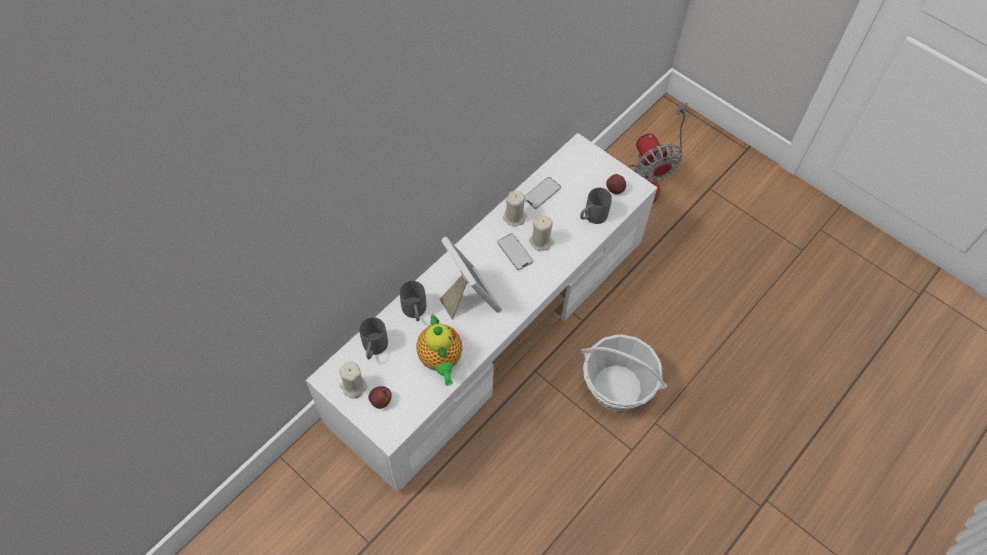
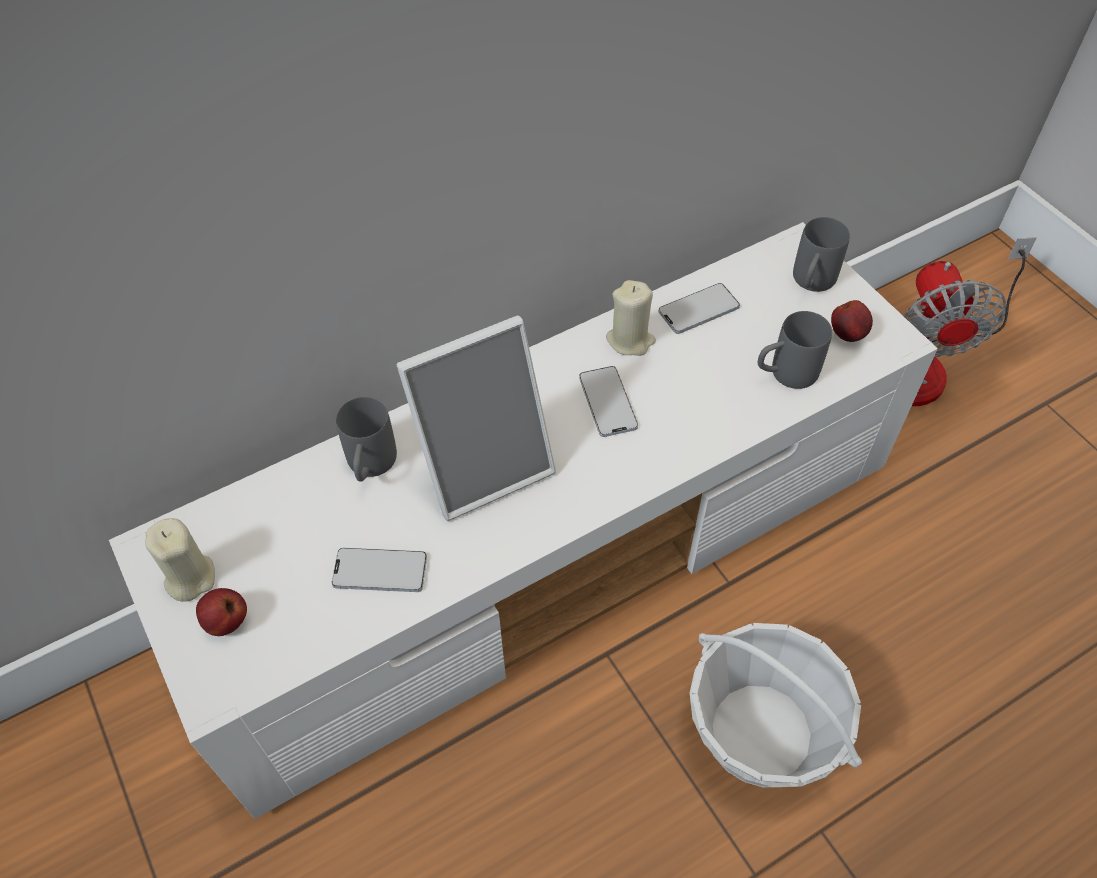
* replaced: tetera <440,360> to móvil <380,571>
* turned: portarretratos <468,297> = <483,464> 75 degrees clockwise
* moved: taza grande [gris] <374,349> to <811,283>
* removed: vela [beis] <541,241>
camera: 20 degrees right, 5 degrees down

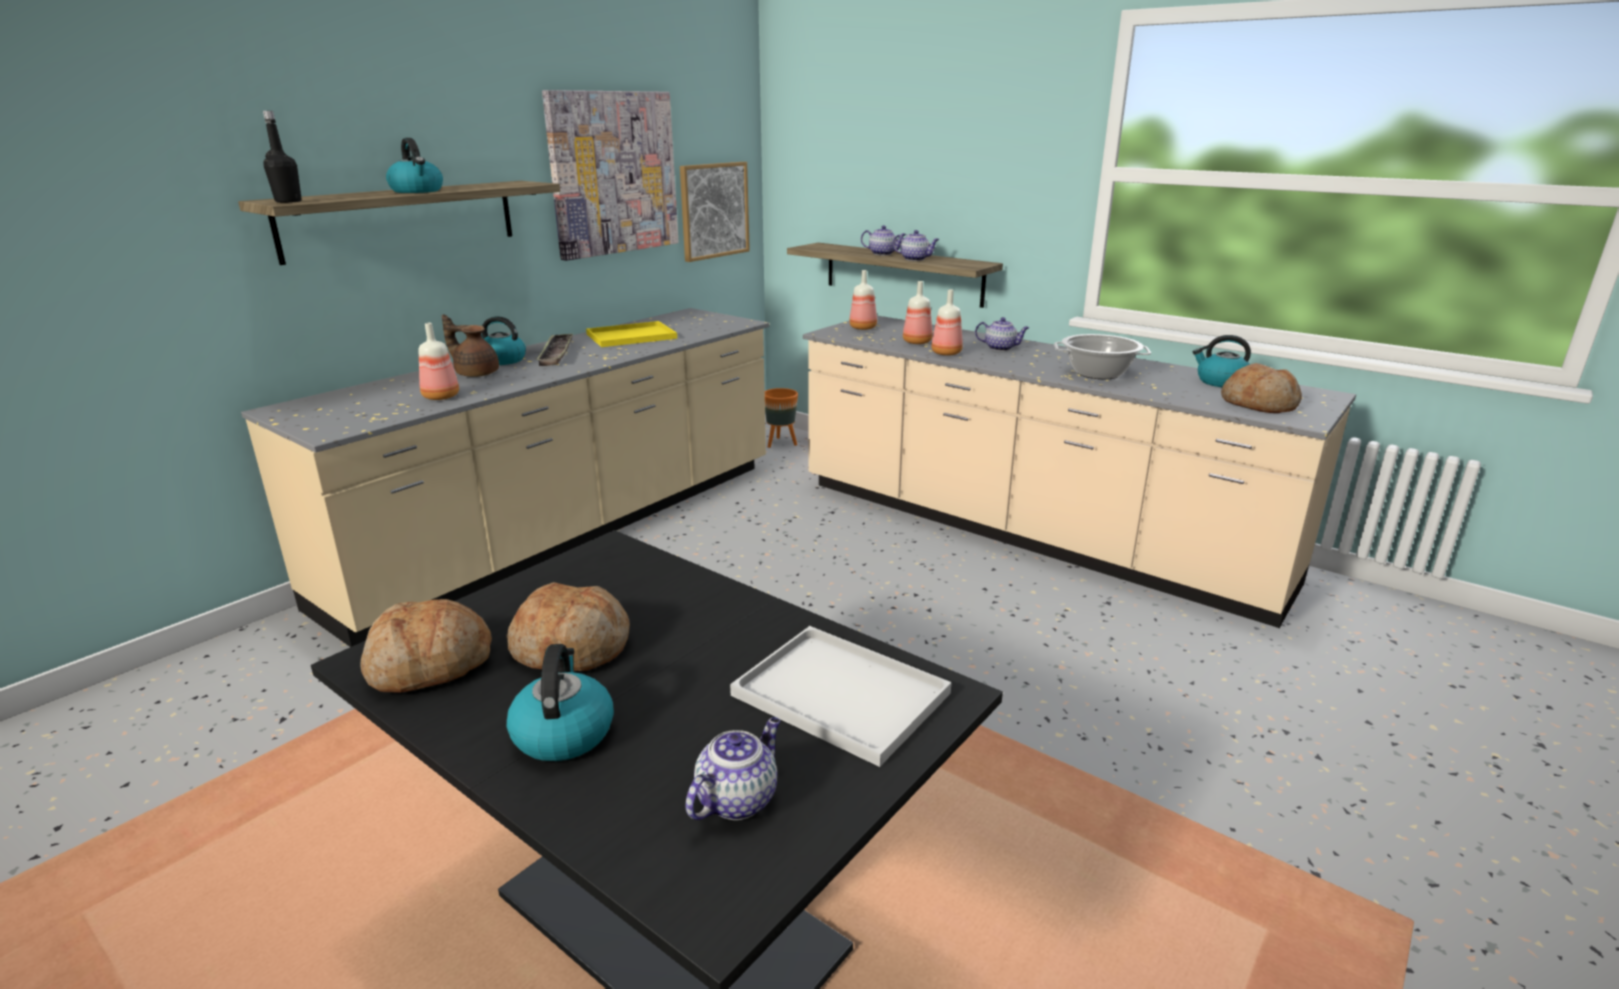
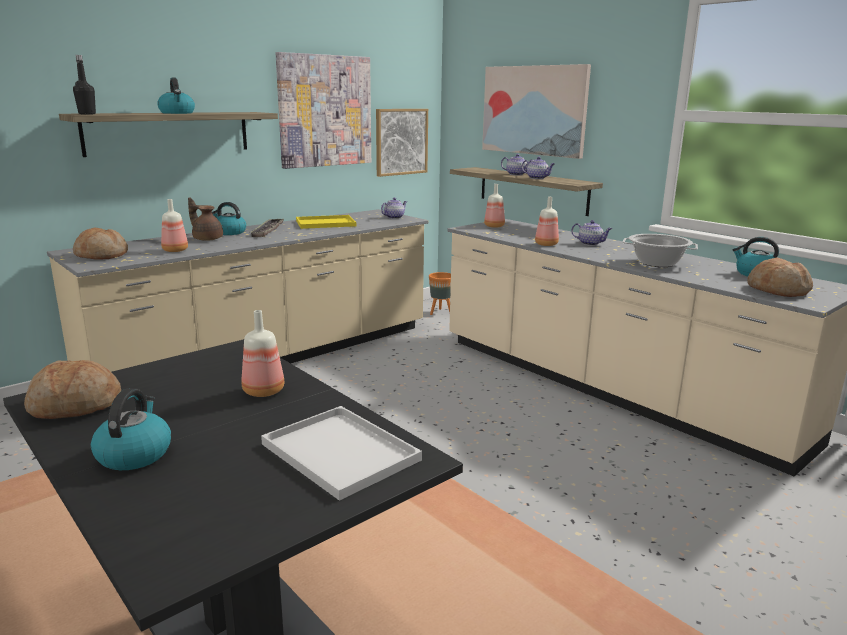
* moved: pan <572,647> to <102,255>
* moved: botella <916,342> to <263,391>
* moved: tetera <737,798> to <394,217>
* added: cuadro <534,110>
camera: 10 degrees right, 5 degrees down

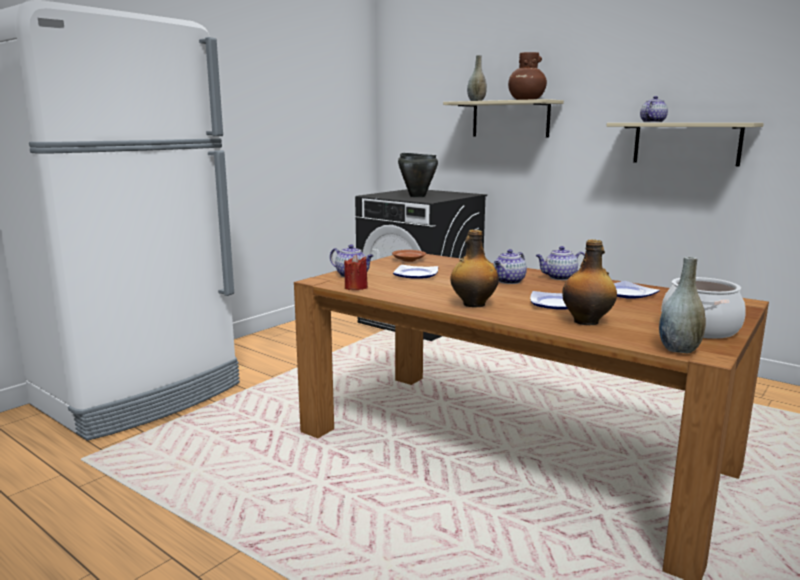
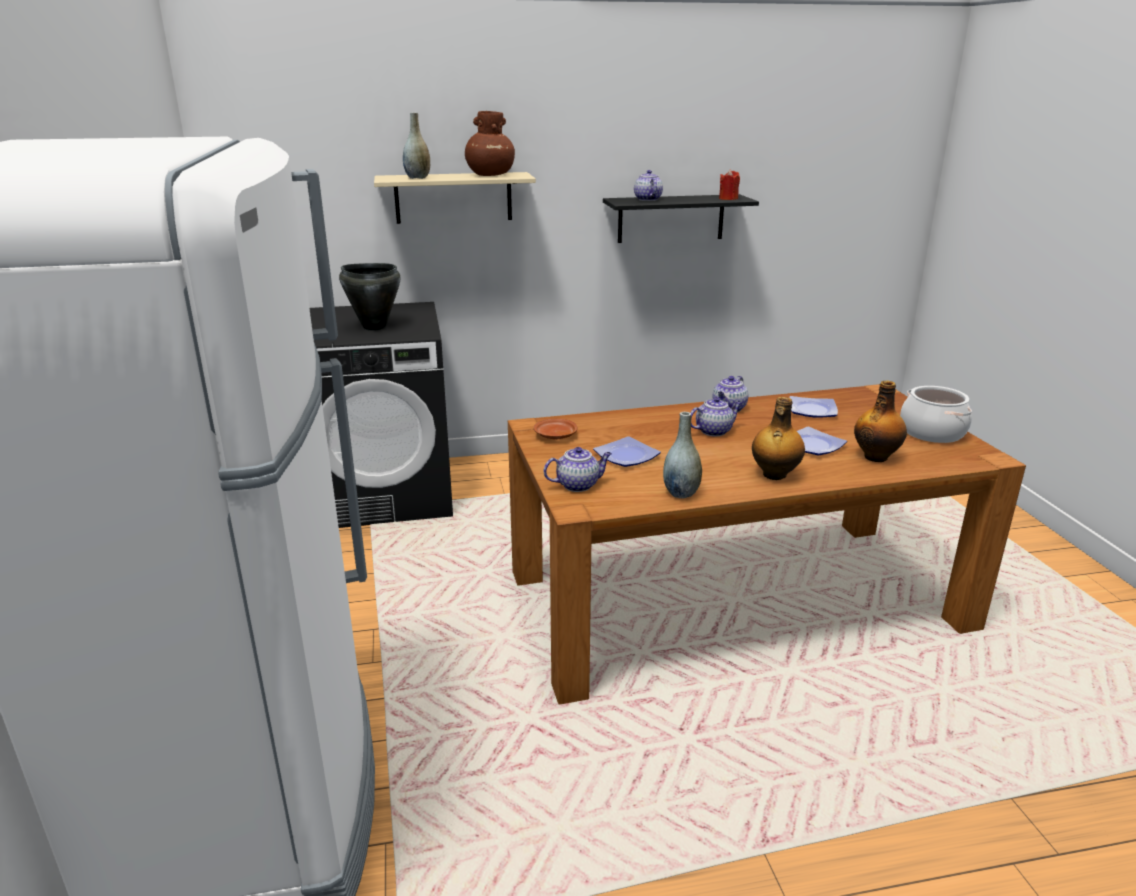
* recoloured: estante [beis] <686,143> to estante [negro] <671,218>
* moved: florero [gris] <679,349> to <681,493>
* turned: tetera <509,281> = <714,431> 105 degrees counterclockwise
* moved: vela [rojo] <356,288> to <728,199>
camera: 50 degrees left, 10 degrees up

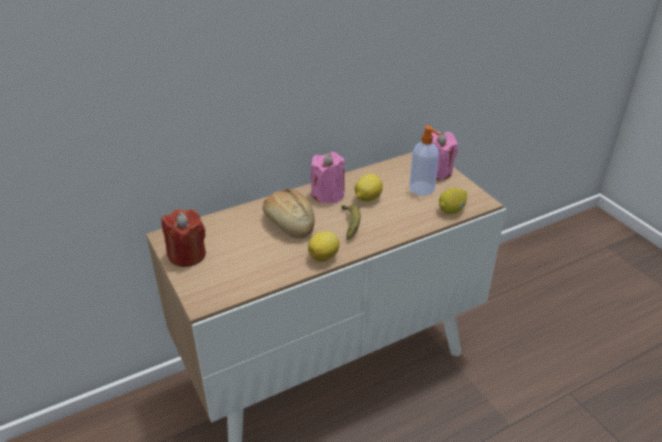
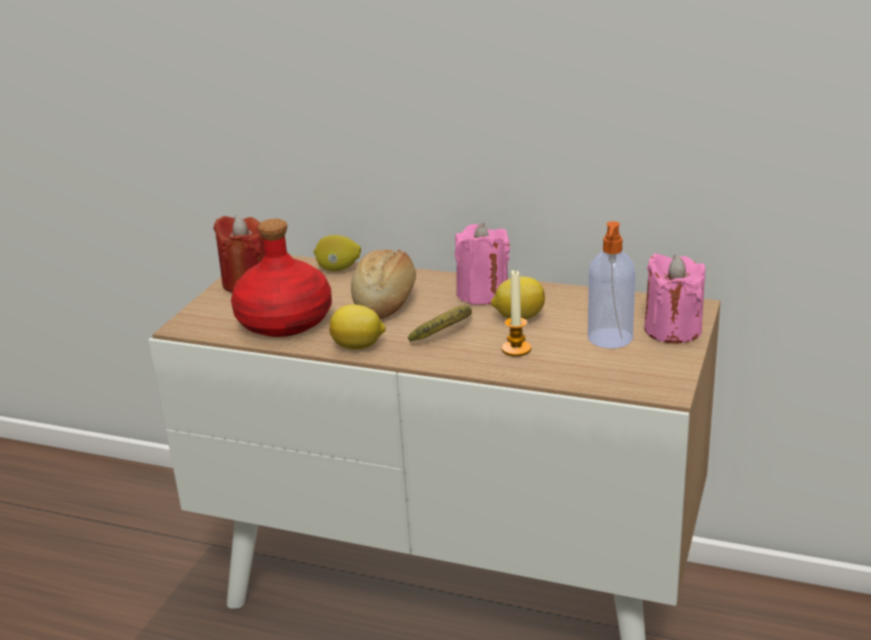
* added: botella [rojo] <284,321>
* moved: limón <452,210> to <338,269>
* added: vela <516,349>
camera: 50 degrees right, 10 degrees down

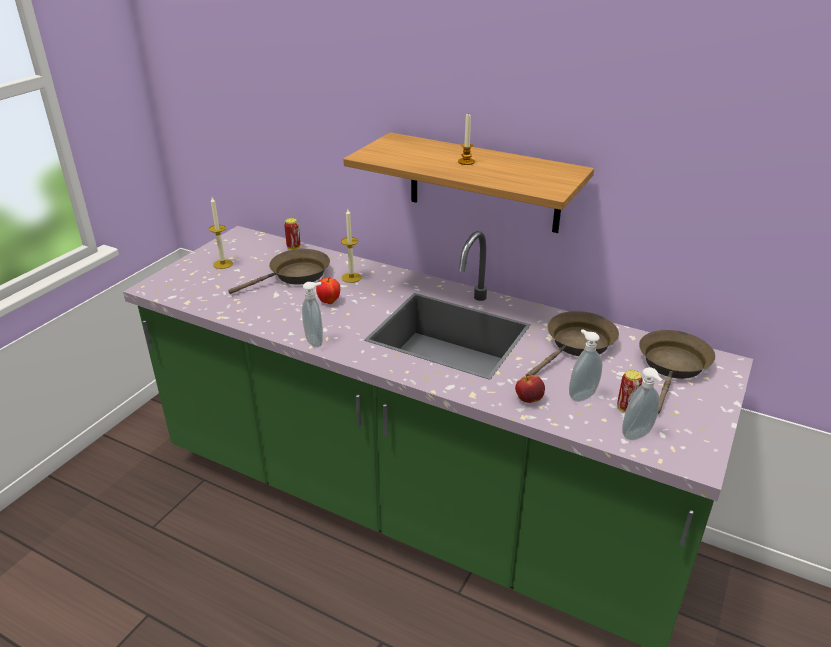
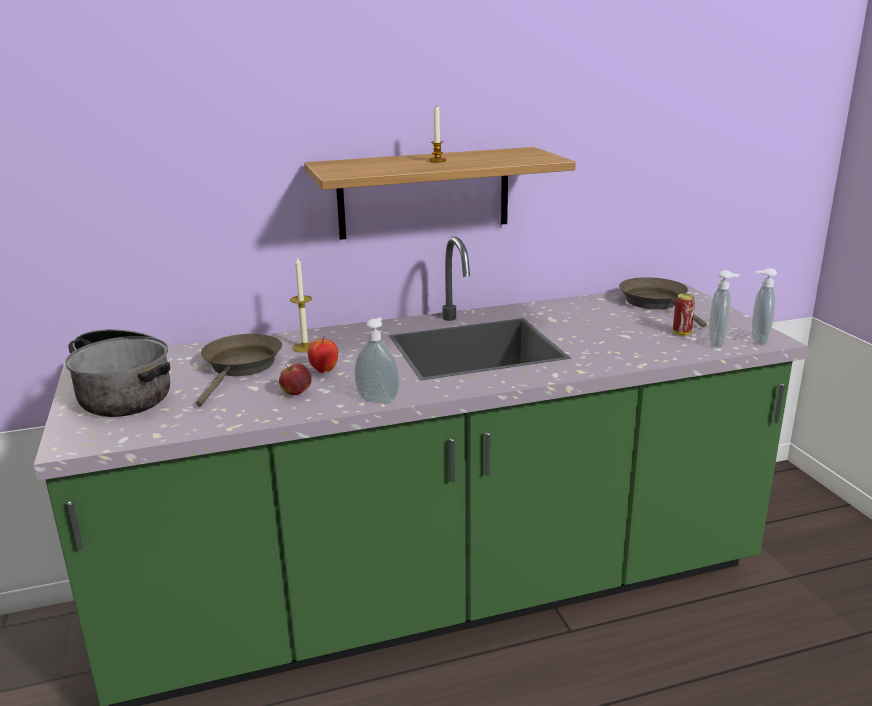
* replaced: vela <223,264> to olla <126,391>
* moved: manzana <529,399> to <296,393>
* moved: dispensador de jabón <581,395> to <757,340>
* removed: lata <293,247>
* removed: sartén [marrón] <577,345>
camera: 45 degrees left, 10 degrees down

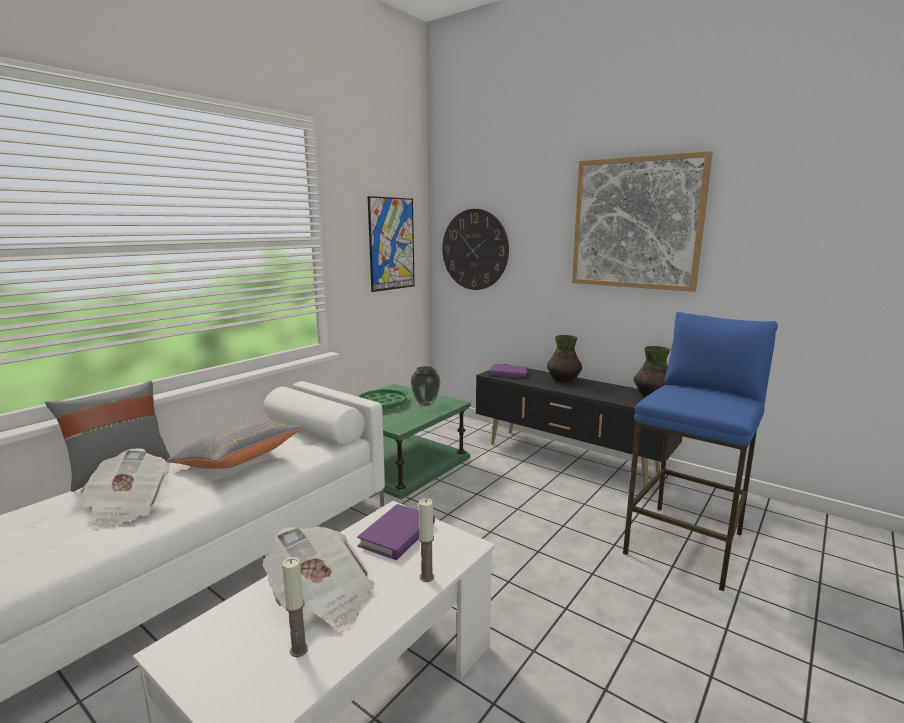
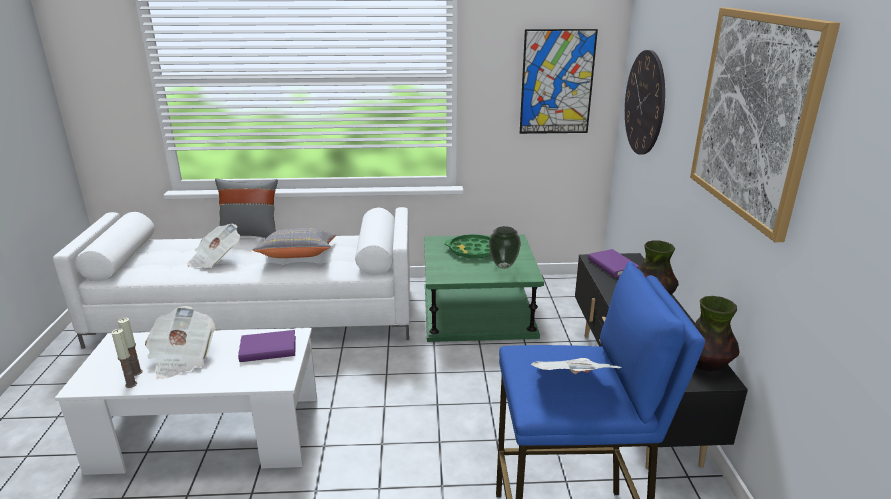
* moved: vela <426,577> to <131,384>
* added: periódico <573,385>
camera: 50 degrees right, 10 degrees up

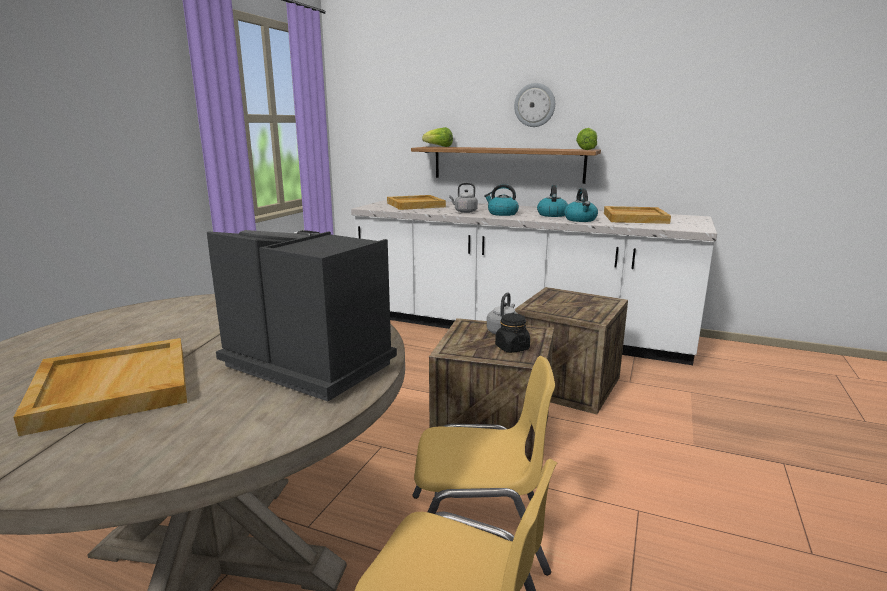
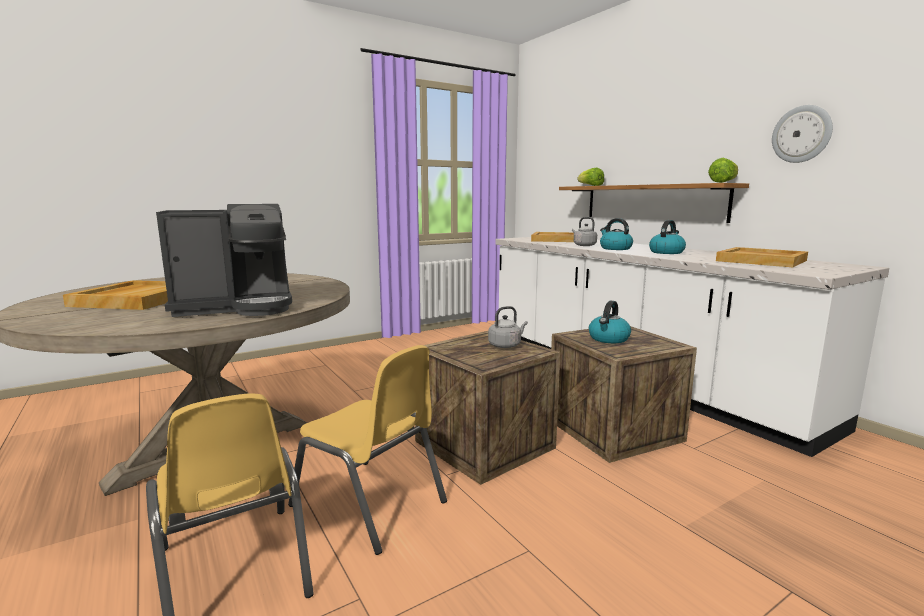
* turned: cafetera <309,363> = <237,307> 90 degrees clockwise
* moved: hervidor <580,220> to <608,339>
* moved: reloj de pared <534,105> to <801,134>
* removed: tarro [negro] <512,348>
camera: 35 degrees right, 5 degrees down

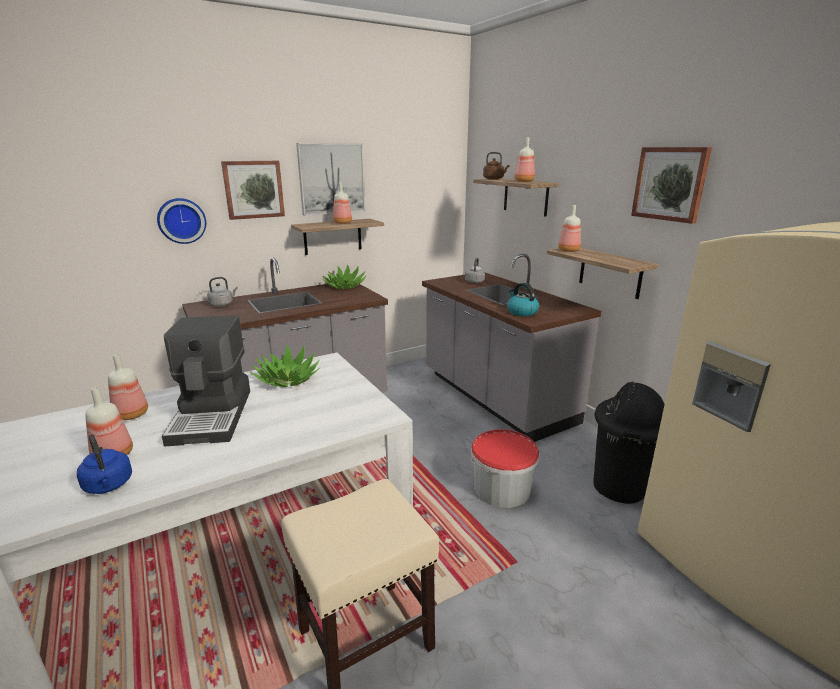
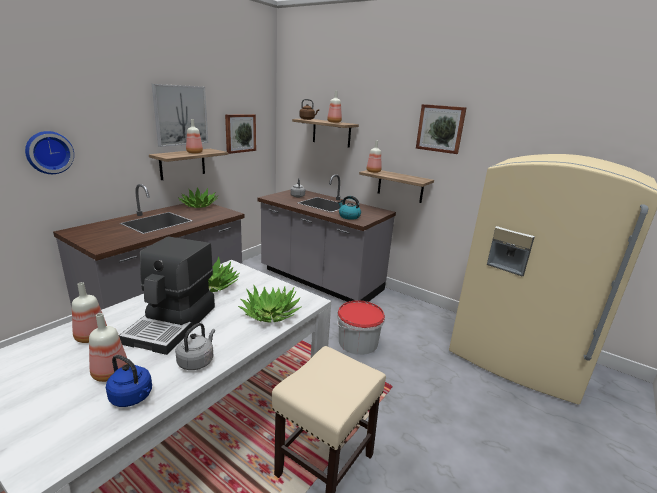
* turned: cafetera <213,415> = <173,324> 45 degrees clockwise
* moved: hervidor [gris] <222,304> to <197,361>
* moved: cuadro <253,189> to <240,133>
* added: planta en maceta <270,314>
* removed: papelera [negro] <618,488>
camera: 25 degrees left, 0 degrees up

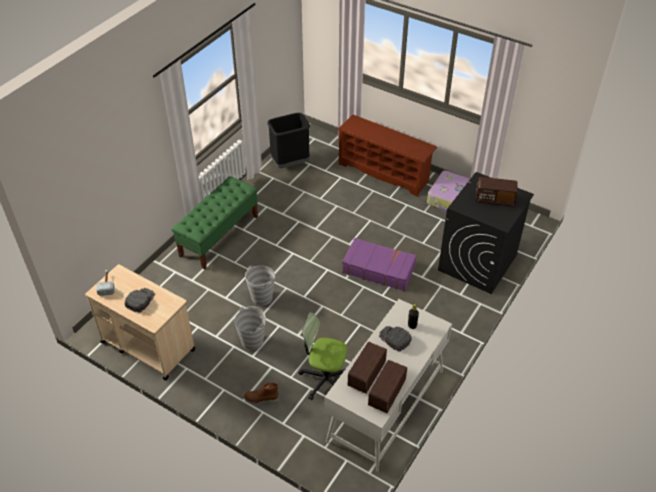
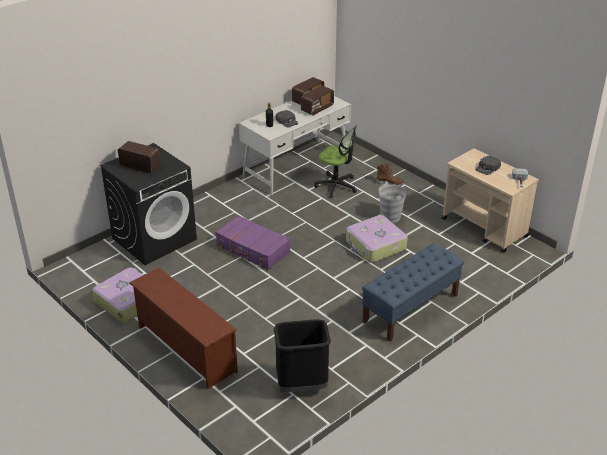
* replaced: cubo [gris] <261,297> to maleta <375,246>
* recoloured: banco [verde] <219,236> to banco [azul] <410,309>
camera: 165 degrees left, 10 degrees down

